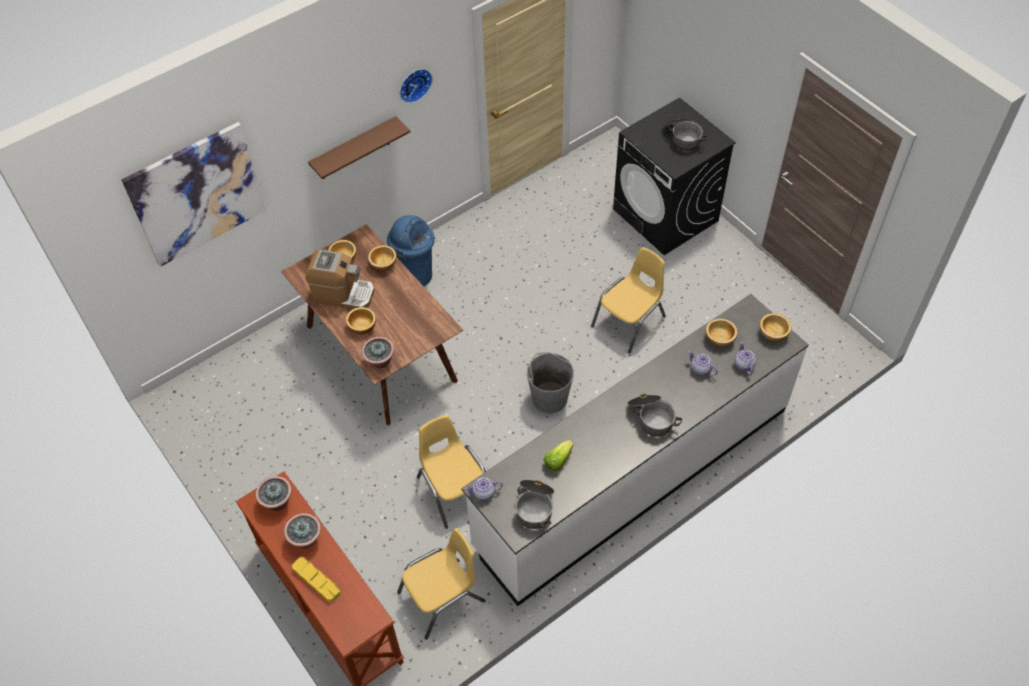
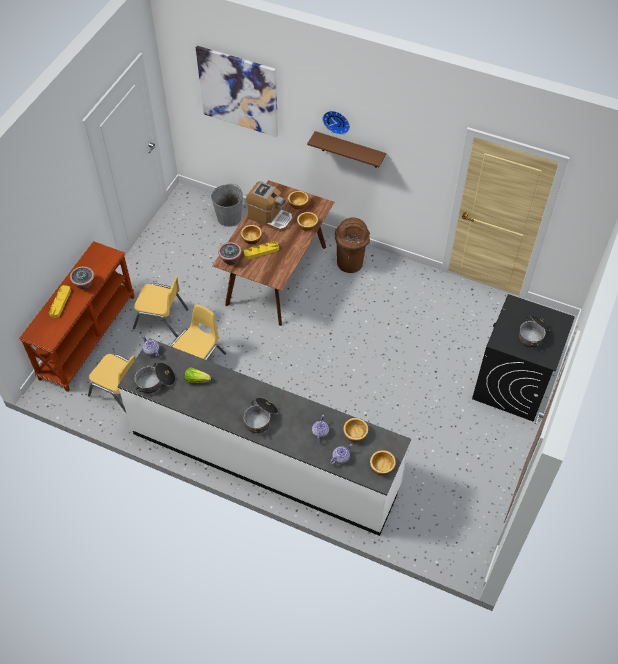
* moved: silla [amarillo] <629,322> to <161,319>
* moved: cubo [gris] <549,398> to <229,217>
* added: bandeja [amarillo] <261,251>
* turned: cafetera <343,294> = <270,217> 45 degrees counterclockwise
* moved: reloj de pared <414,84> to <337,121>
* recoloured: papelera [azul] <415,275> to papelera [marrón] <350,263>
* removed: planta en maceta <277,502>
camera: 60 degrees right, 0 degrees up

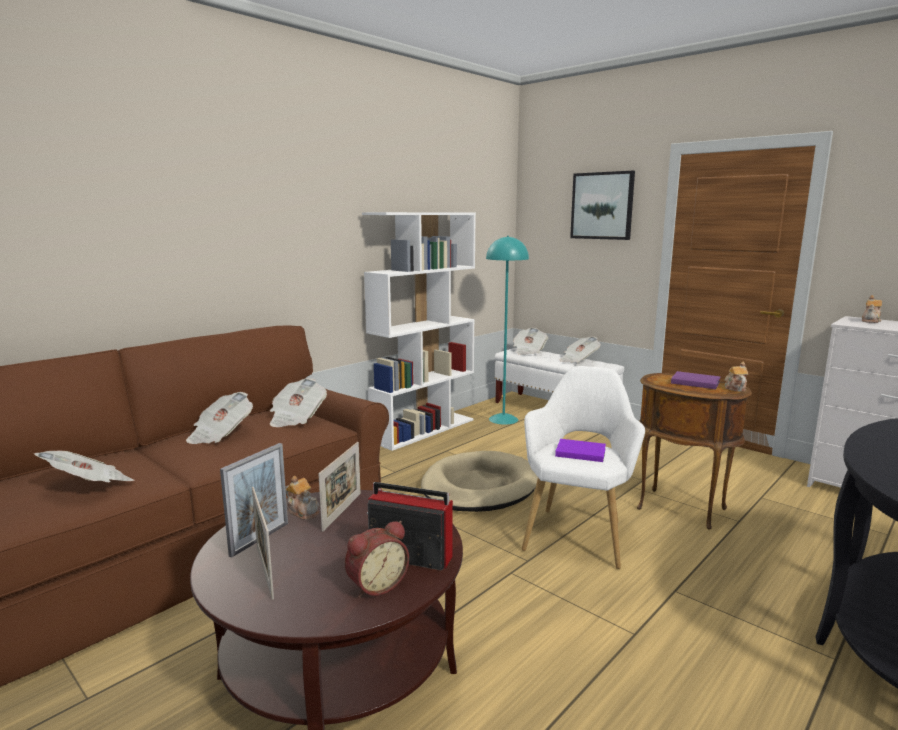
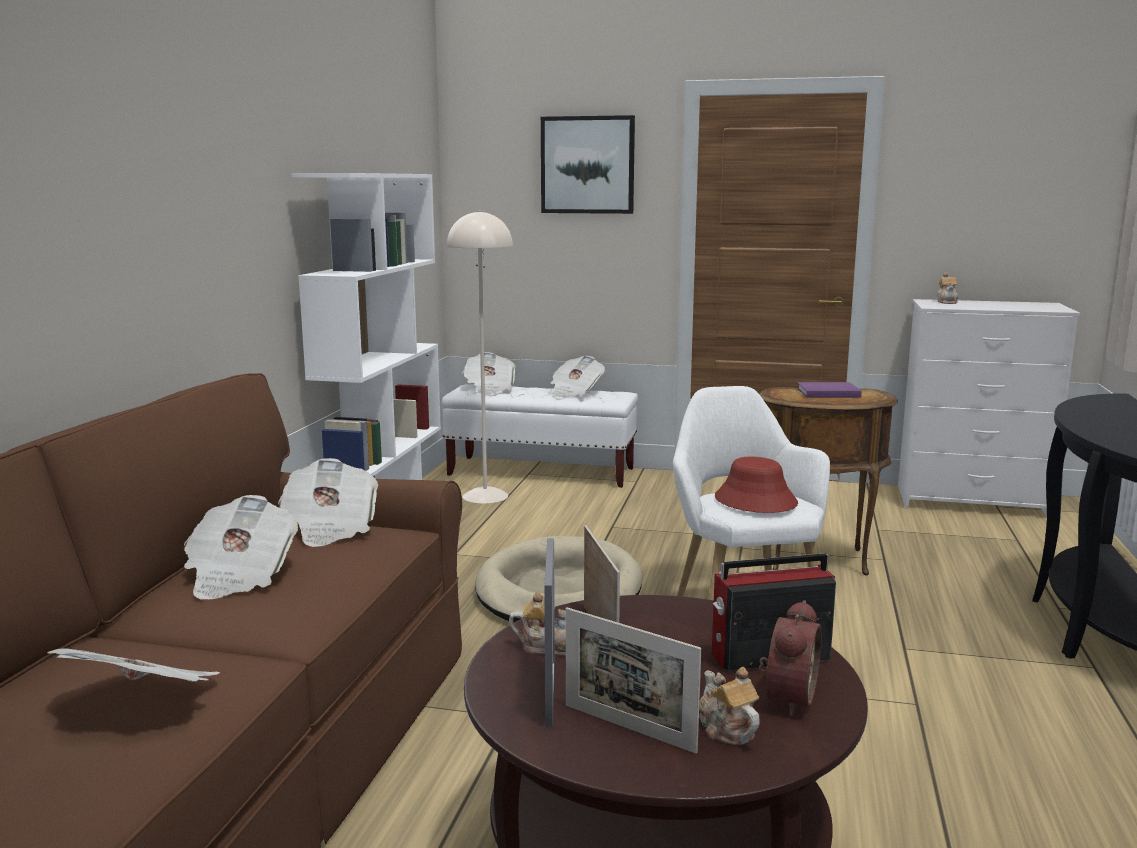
* recoloured: lámpara de pie [turquesa] <503,419> to lámpara de pie [beis] <484,496>
* moved: tetera <734,388> to <726,729>
* replaced: libro [morado] <579,452> to sombrero [rojo] <755,501>
camera: 30 degrees left, 0 degrees up

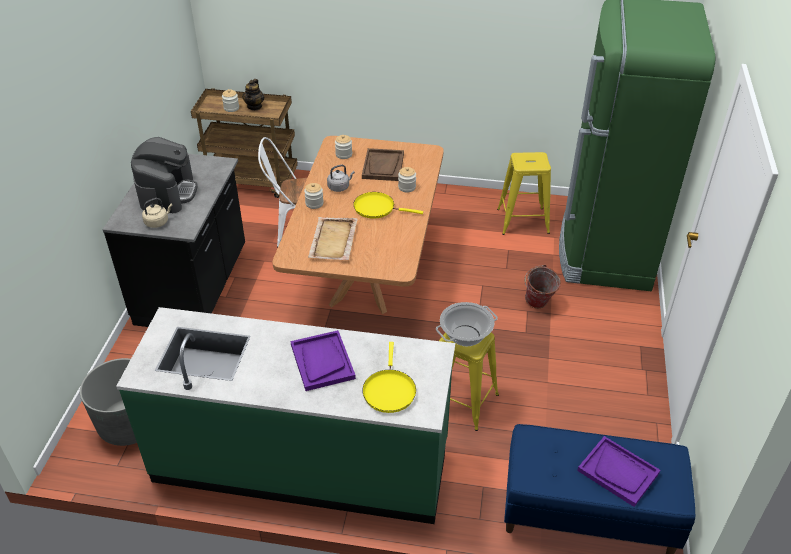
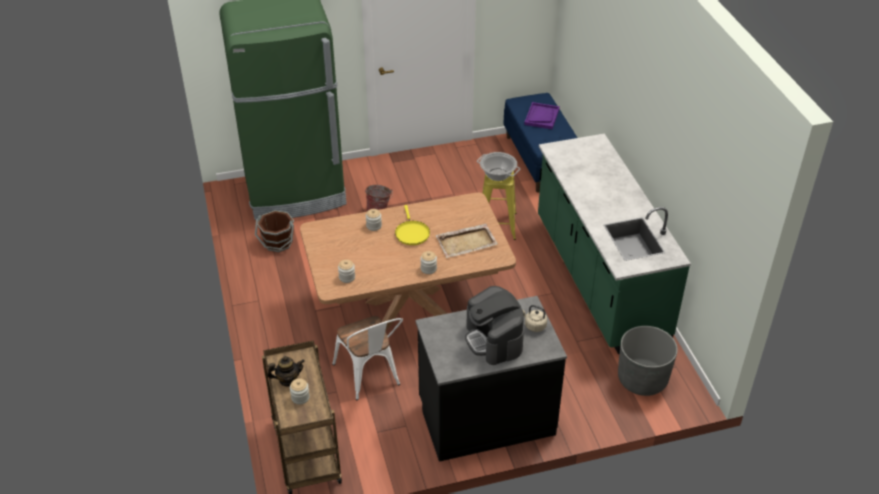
* replaced: taburete [amarillo] <523,221> to cubo [marrón] <278,243>
* turned: cafetera <167,193> = <494,340> 90 degrees counterclockwise
* removed: bandeja [morado] <322,361>
* removed: hervidor [gris] <339,187>
* removed: bandeja [marrón] <383,166>
* removed: sartén [amarillo] <389,390>
camera: 115 degrees left, 0 degrees up

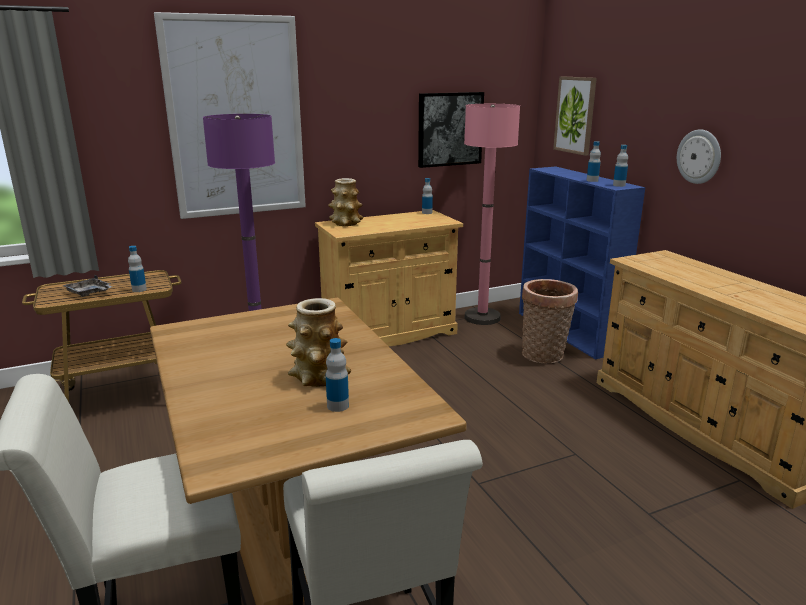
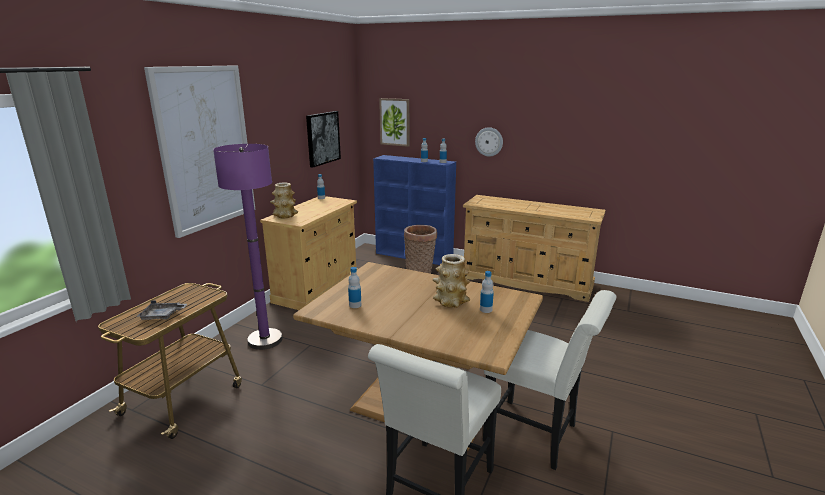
* moved: botella <139,289> to <355,305>
* removed: lámpara de pie [rosa] <482,318>
camera: 40 degrees left, 0 degrees up

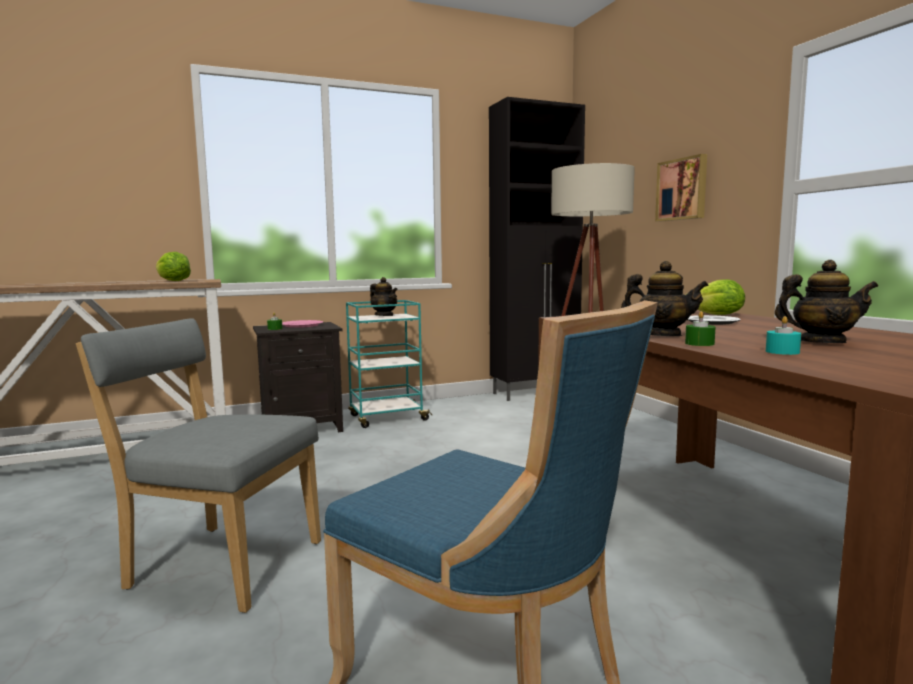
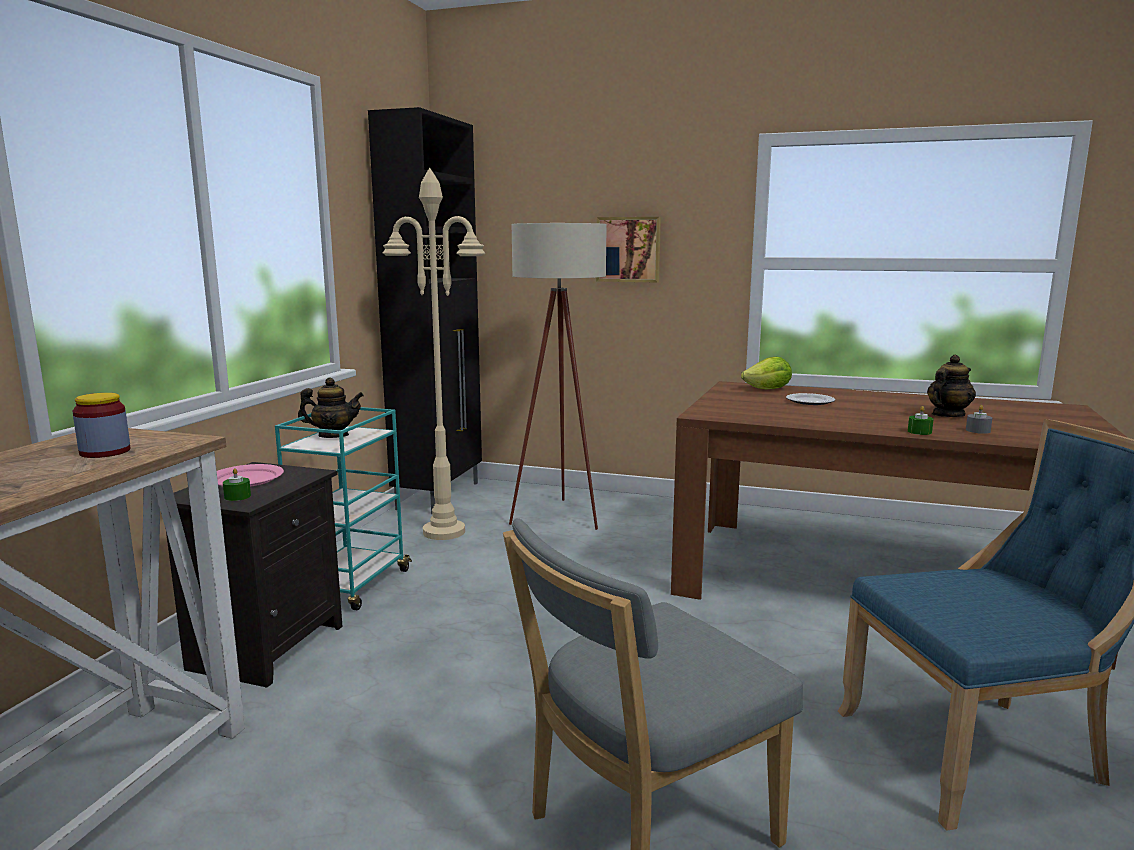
* replaced: lechuga <173,281> to tarro <105,452>
* added: lámpara de pie [beis] <444,532>
* recoloured: vela [turquesa] <782,352> to vela [gris] <978,430>
* removed: tetera <662,335>
camera: 50 degrees left, 5 degrees up

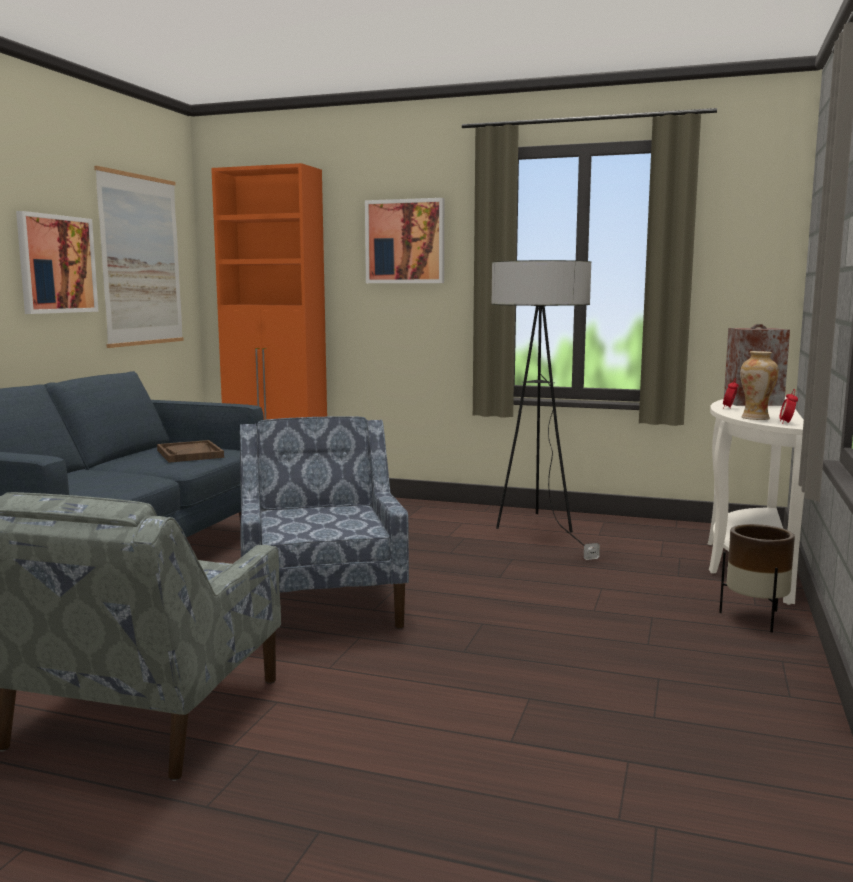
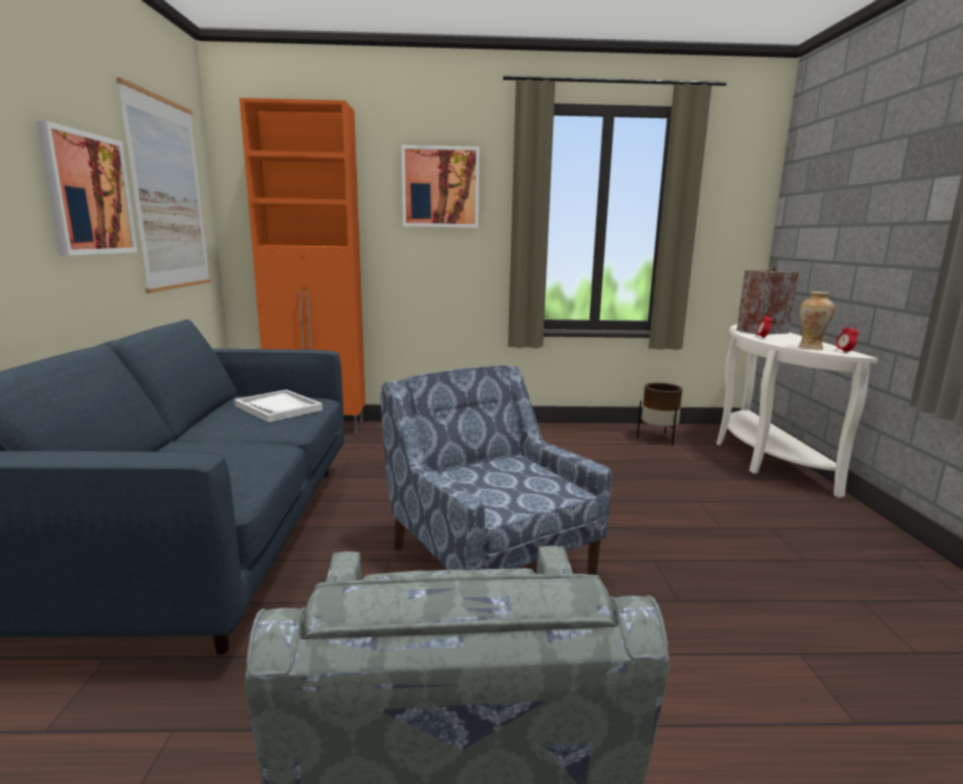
* recoloured: bandeja [marrón] <190,454> to bandeja [blanco] <278,408>
* moved: maceta [marrón] <756,618> to <658,439>
* removed: lámpara de pie <537,532>
camera: 20 degrees left, 5 degrees up

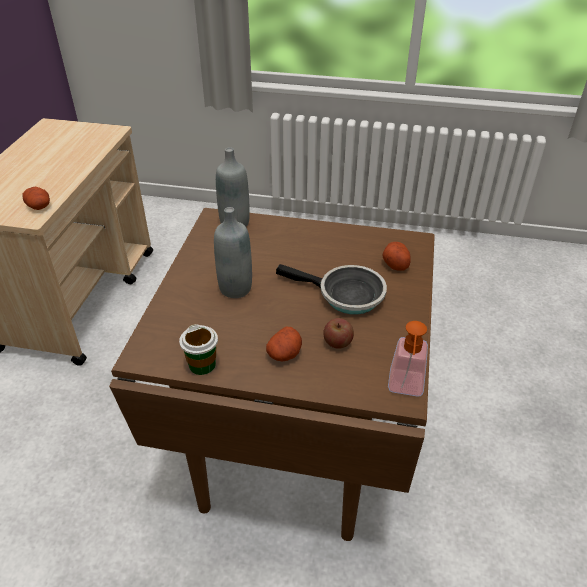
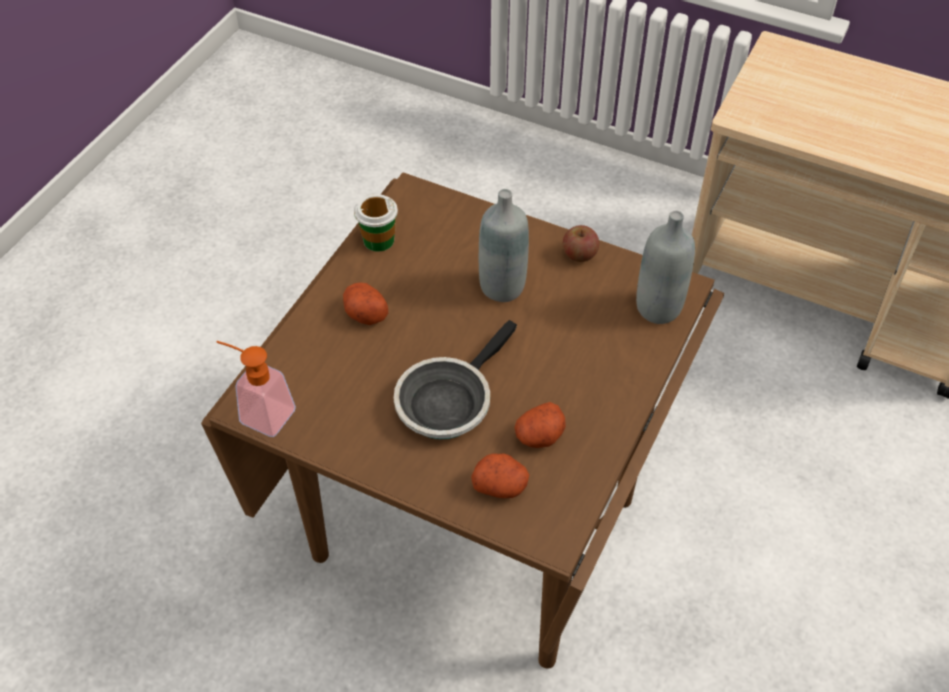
* moved: patata <39,206> to <539,436>
* moved: manzana <337,342> to <579,254>
camera: 105 degrees right, 10 degrees up

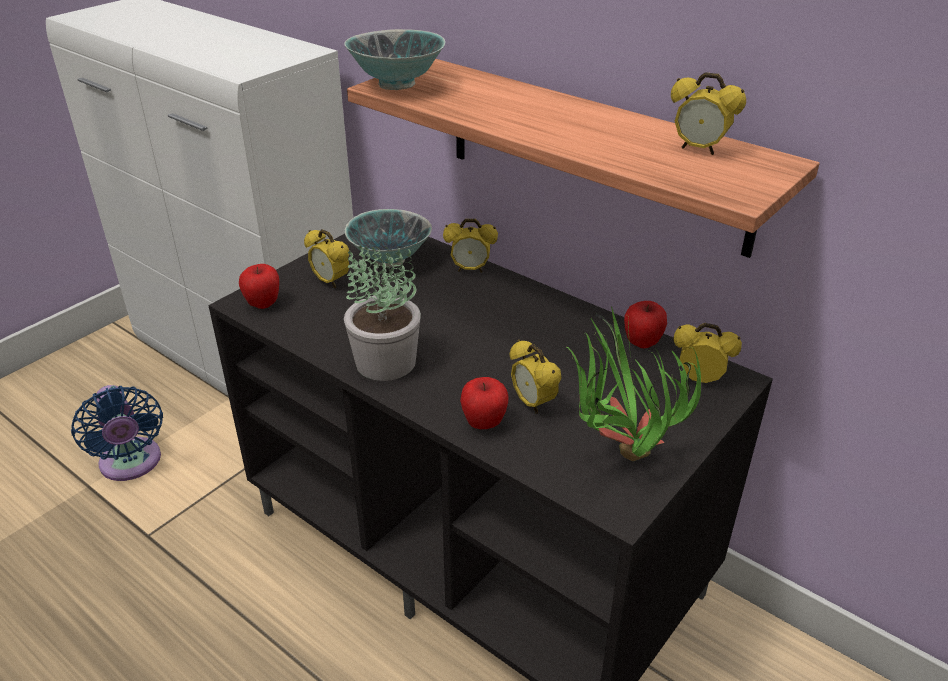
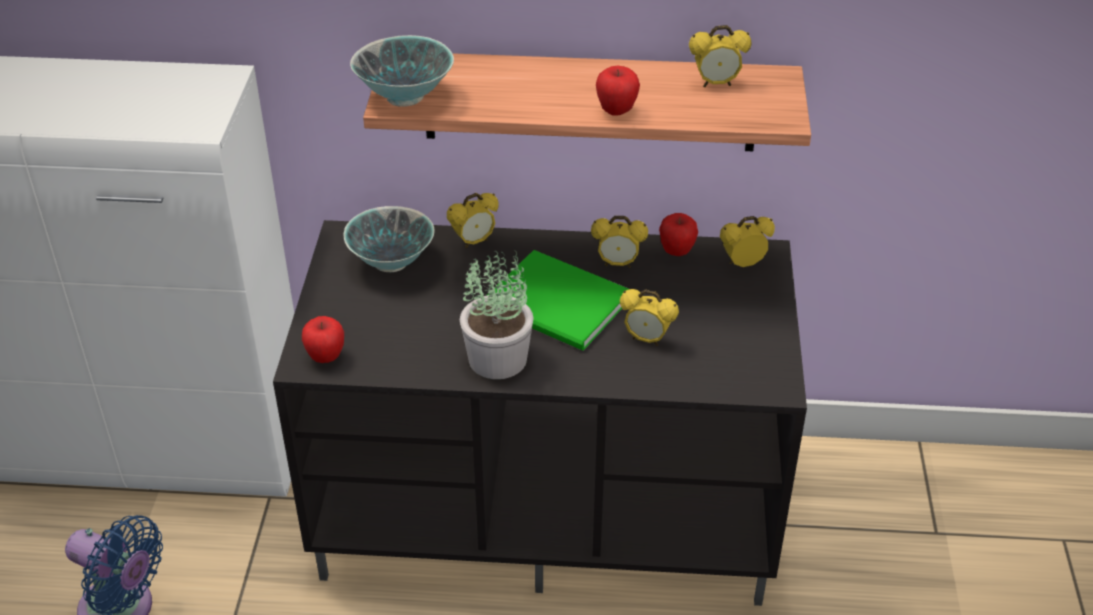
* added: libro [verde] <558,307>
* moved: despertador <330,282> to <618,264>
* moved: manzana <484,423> to <616,111>
* removed: planta en maceta <617,456>
camera: 35 degrees left, 5 degrees up

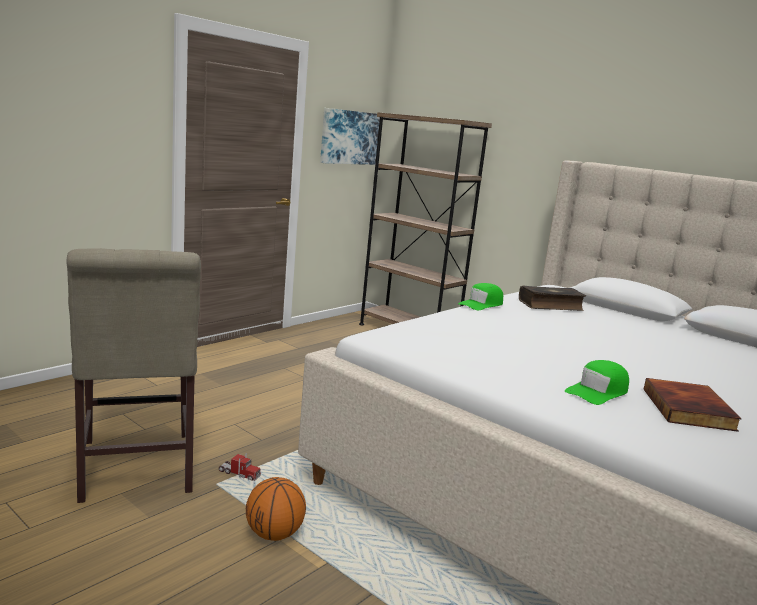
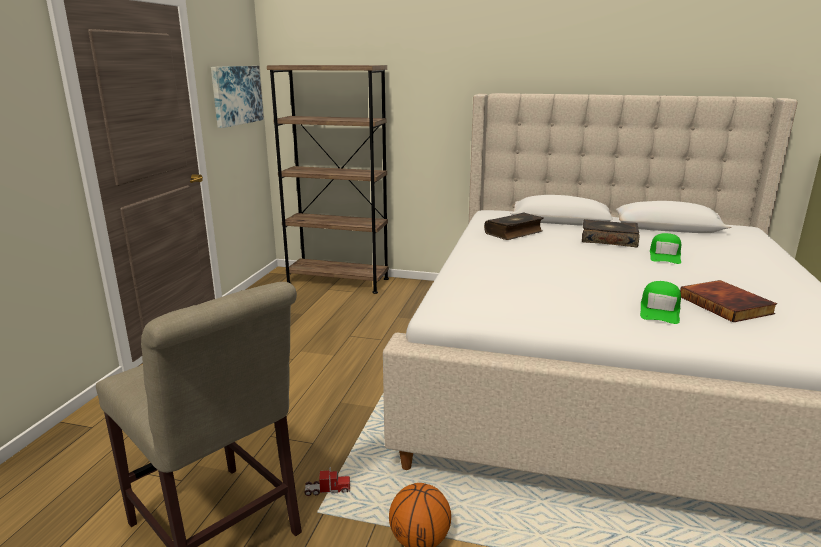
* added: libro <608,240>
* moved: gorra [verde] <481,304> to <665,255>
camera: 25 degrees left, 5 degrees up

